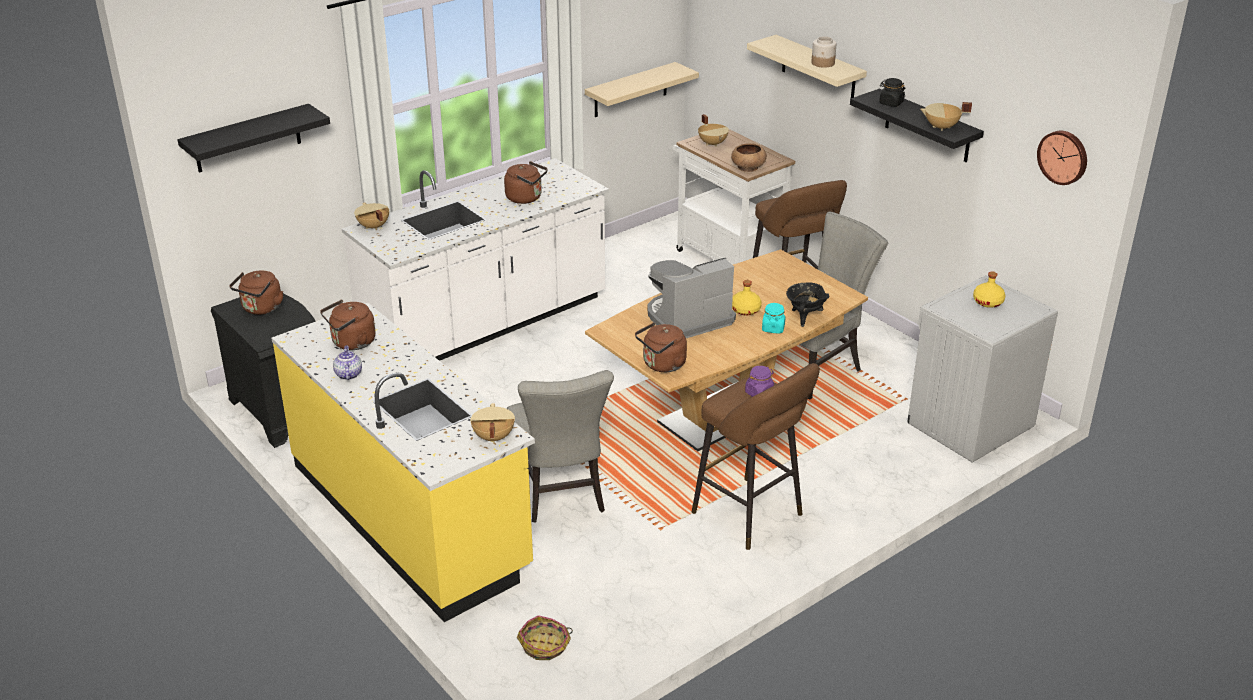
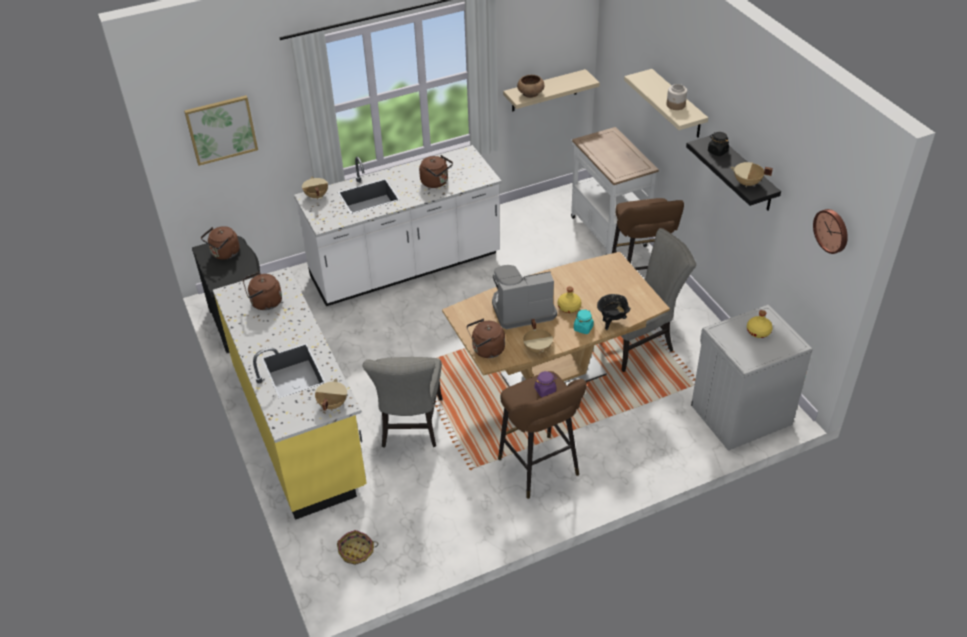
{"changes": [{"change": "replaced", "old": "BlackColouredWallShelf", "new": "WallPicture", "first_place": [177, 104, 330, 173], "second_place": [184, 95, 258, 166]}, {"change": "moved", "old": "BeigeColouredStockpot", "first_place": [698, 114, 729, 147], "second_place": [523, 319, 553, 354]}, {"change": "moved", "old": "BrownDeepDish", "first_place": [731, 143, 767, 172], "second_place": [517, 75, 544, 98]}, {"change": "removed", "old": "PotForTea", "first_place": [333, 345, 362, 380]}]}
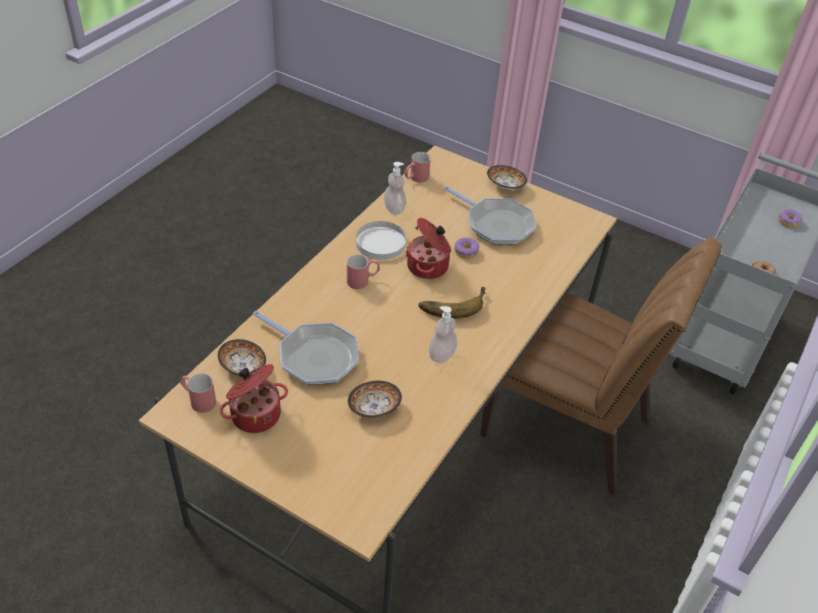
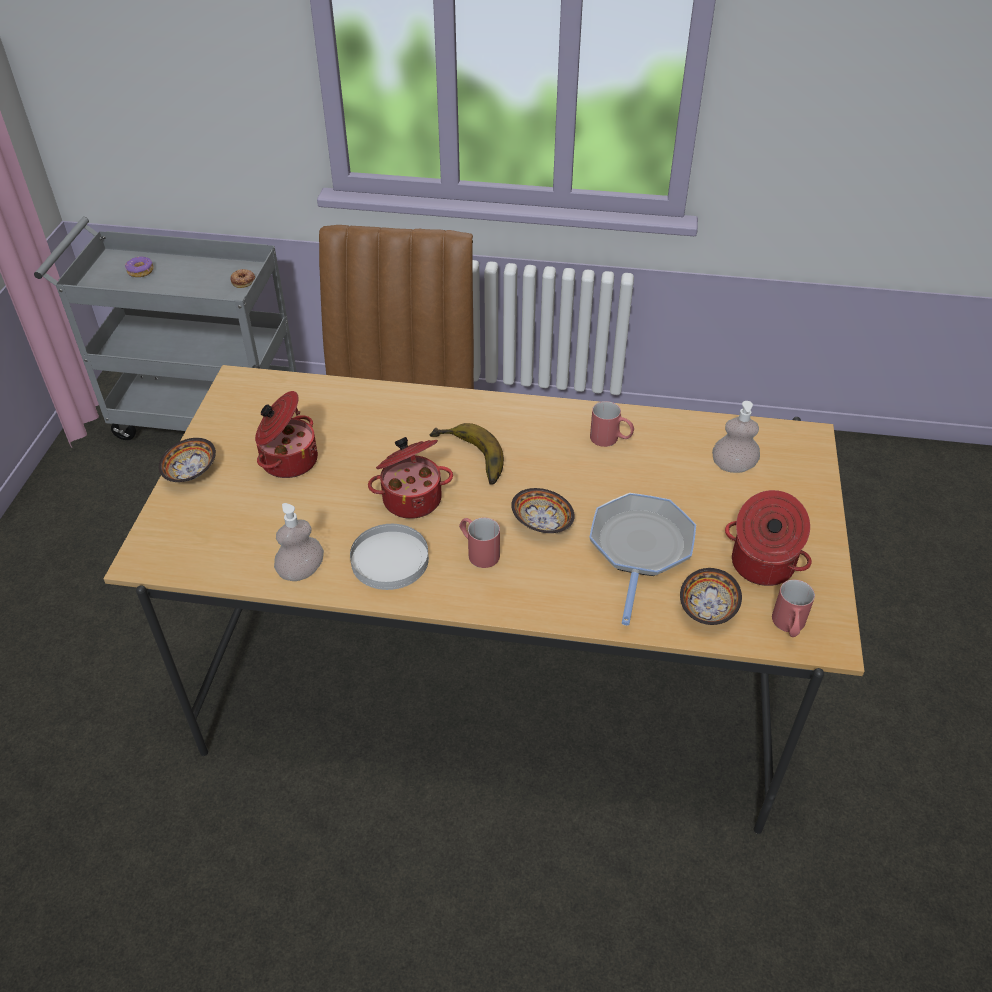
{"changes": [{"change": "moved", "old": "RedColouredTeaMug", "first_place": [404, 152, 431, 183], "second_place": [590, 401, 634, 447]}, {"change": "replaced", "old": "Pan", "new": "Stockpot", "first_place": [443, 186, 536, 245], "second_place": [255, 391, 318, 478]}, {"change": "removed", "old": "RingDoughnut", "first_place": [454, 238, 480, 259]}, {"change": "moved", "old": "SoapBottle", "first_place": [429, 306, 457, 363], "second_place": [712, 401, 760, 473]}, {"change": "moved", "old": "DeepDish", "first_place": [348, 381, 402, 418], "second_place": [511, 488, 575, 533]}]}
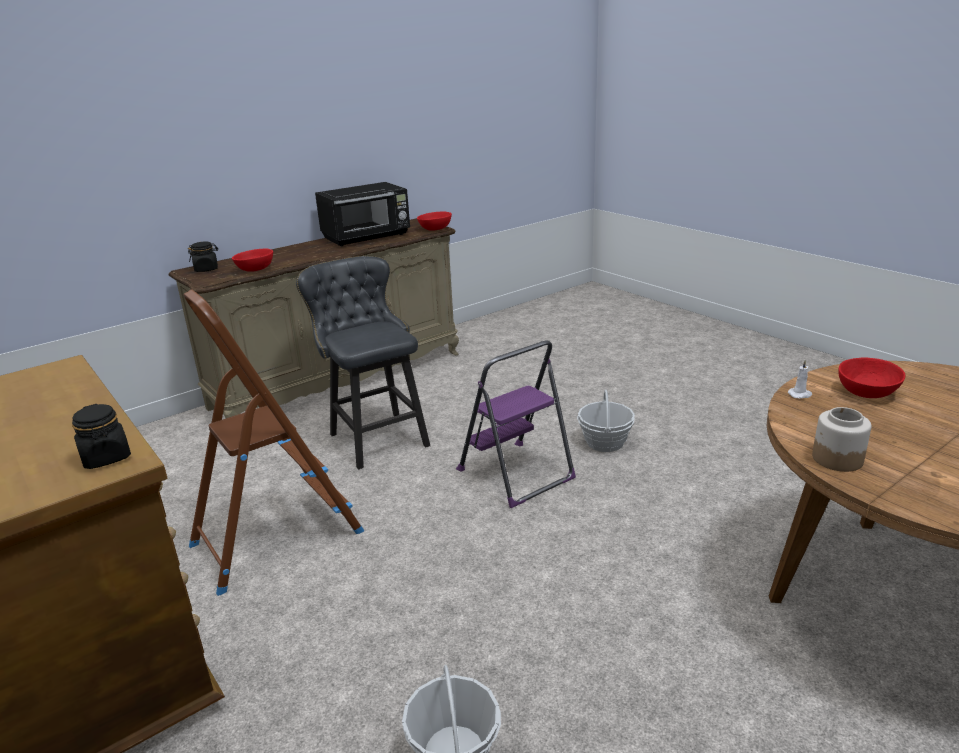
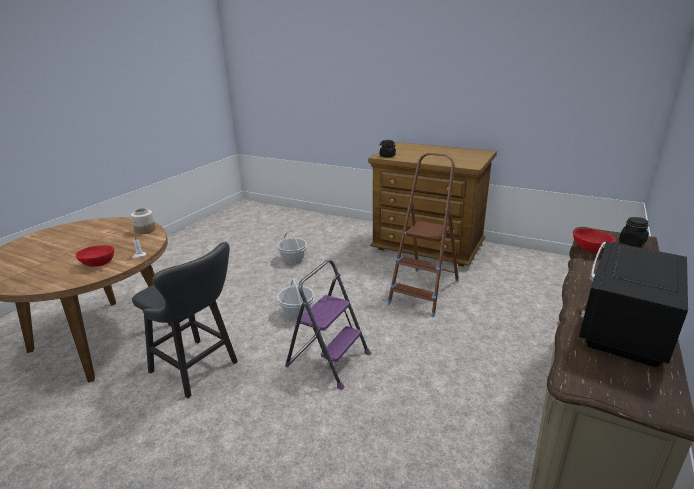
{"changes": [{"change": "removed", "old": "RedColouredDeepDish", "first_place": [417, 211, 452, 231]}, {"change": "moved", "old": "GreyStoolSeat", "first_place": [296, 256, 430, 469], "second_place": [132, 242, 238, 398]}, {"change": "moved", "old": "StorageBasket", "first_place": [577, 390, 635, 452], "second_place": [277, 279, 315, 320]}]}
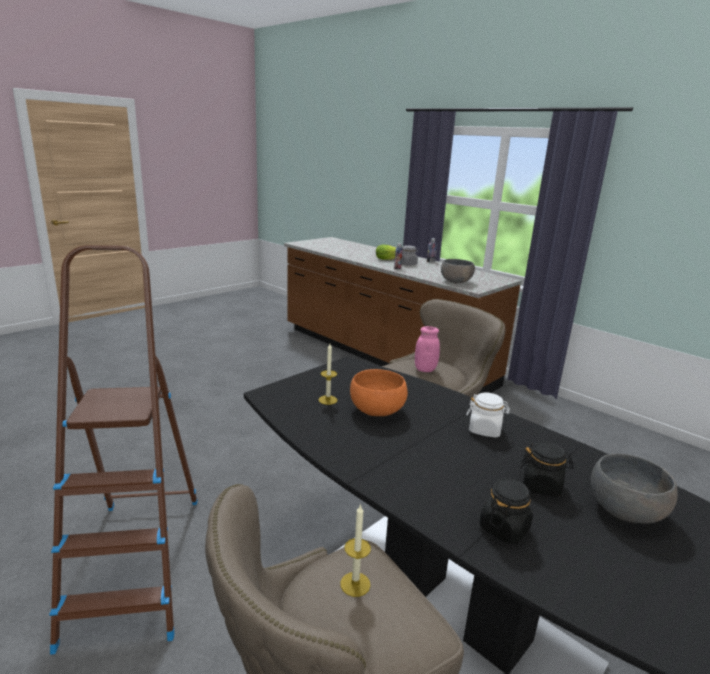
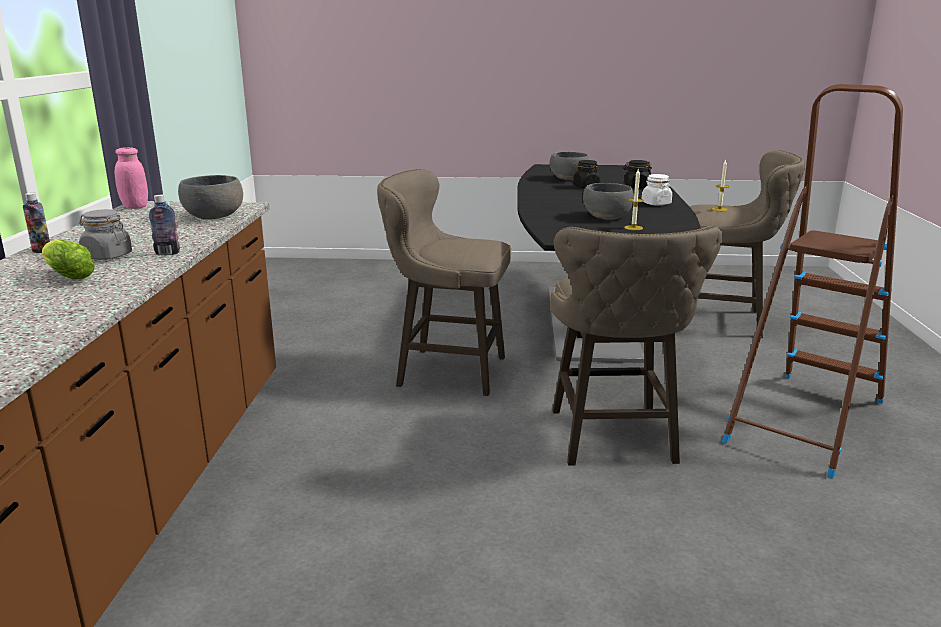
{"changes": [{"change": "moved", "old": "PinkishJar", "first_place": [415, 326, 440, 372], "second_place": [115, 147, 148, 209]}, {"change": "recoloured", "old": "OrangeyDeepDish", "new": "GreyDeepDish", "first_place": [350, 369, 408, 416], "second_place": [583, 183, 634, 220]}, {"change": "moved", "old": "WhiteJar", "first_place": [467, 393, 510, 438], "second_place": [642, 174, 672, 206]}, {"change": "added", "new": "BeigeColouredStoolSeat", "second_place": [550, 226, 722, 466]}]}
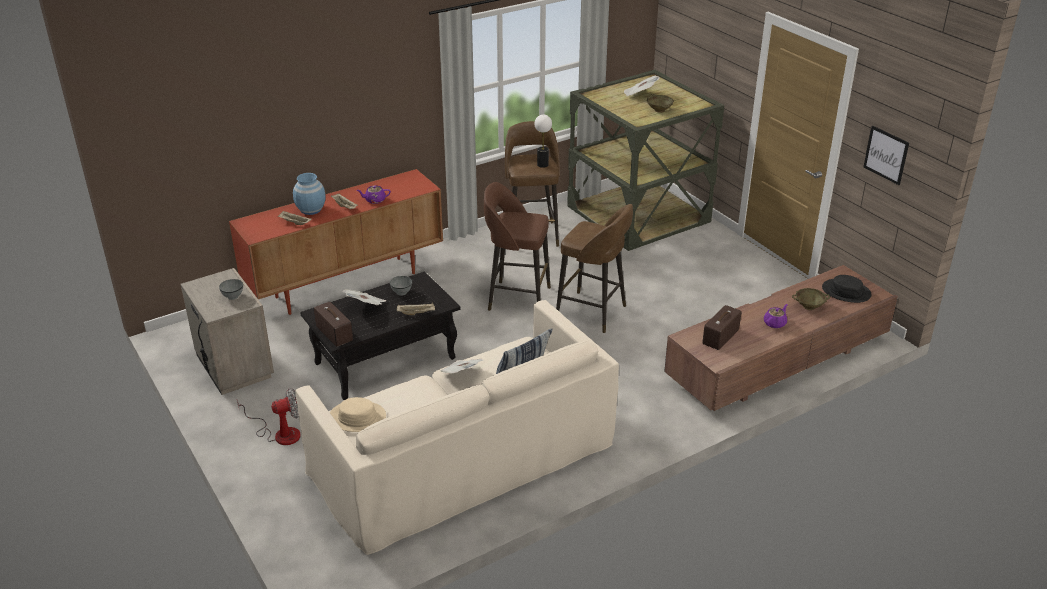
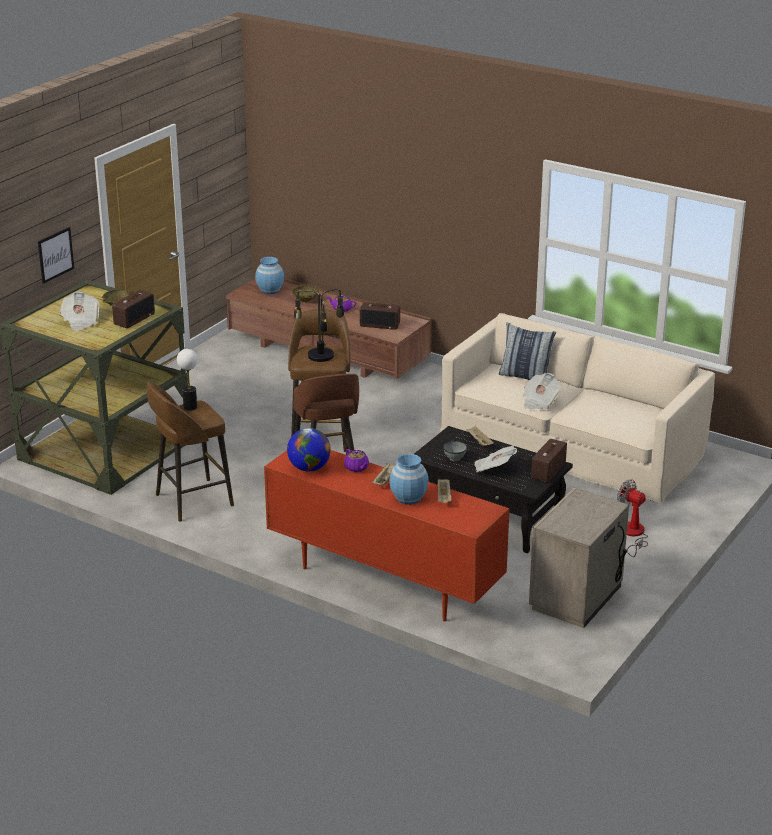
{"changes": [{"change": "moved", "old": "WallPicture", "first_place": [864, 126, 909, 185], "second_place": [38, 227, 74, 284]}, {"change": "replaced", "old": "BlackColouredClothingHat", "new": "BluishDecorativeVase", "first_place": [822, 275, 872, 303], "second_place": [255, 257, 284, 294]}, {"change": "removed", "old": "GreyDeepDish", "first_place": [219, 279, 243, 300]}, {"change": "removed", "old": "BeigeColouredClothingHat", "first_place": [330, 397, 386, 432]}, {"change": "added", "new": "LampForATable", "second_place": [294, 289, 344, 362]}, {"change": "added", "new": "Radio", "second_place": [112, 290, 155, 328]}, {"change": "added", "new": "Globe", "second_place": [287, 428, 331, 472]}]}
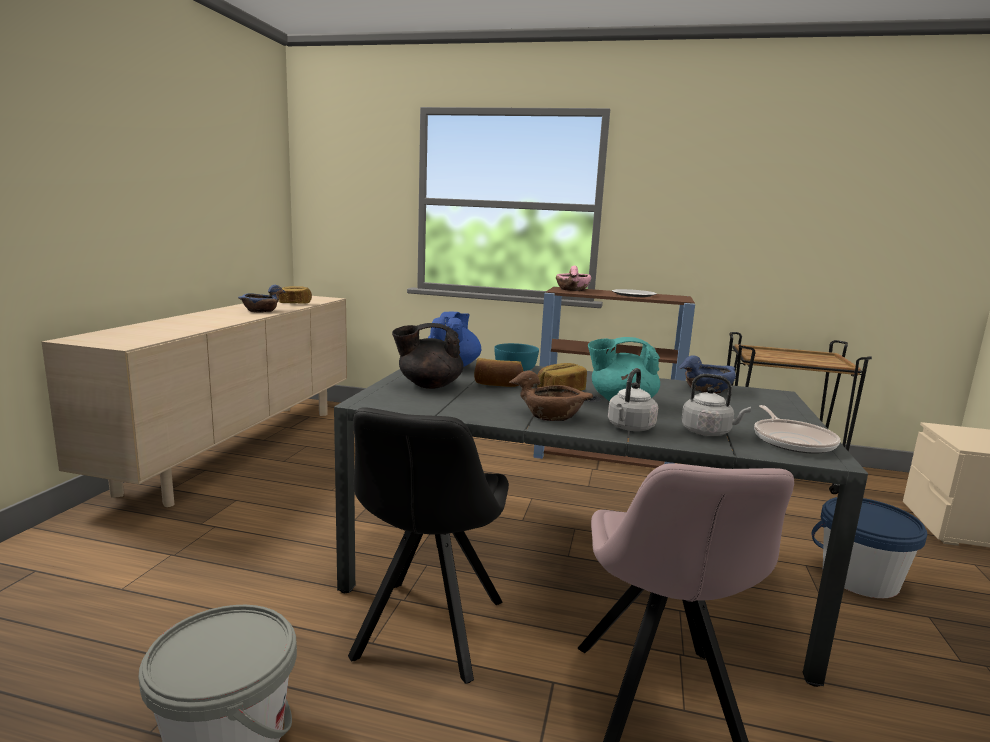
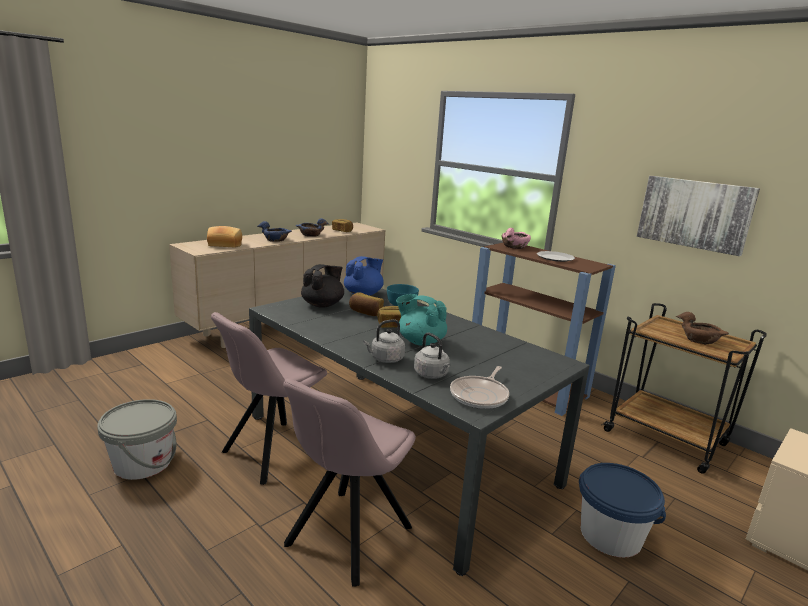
{"changes": [{"change": "turned", "old": "BlackColouredPotForTea", "first_place": [392, 323, 464, 389], "second_place": [301, 264, 344, 308], "degrees": 105}, {"change": "moved", "old": "BluishDeepDish", "first_place": [678, 355, 736, 394], "second_place": [257, 221, 292, 242]}, {"change": "moved", "old": "BrownDeepDish", "first_place": [509, 370, 593, 421], "second_place": [676, 312, 729, 345]}, {"change": "recoloured", "old": "BlackColouredChair", "new": "PinkishChair", "first_place": [348, 407, 509, 684], "second_place": [211, 312, 327, 485]}, {"change": "added", "new": "WallPicture", "second_place": [637, 176, 760, 256]}, {"change": "added", "new": "BakedBread", "second_place": [207, 226, 242, 247]}]}
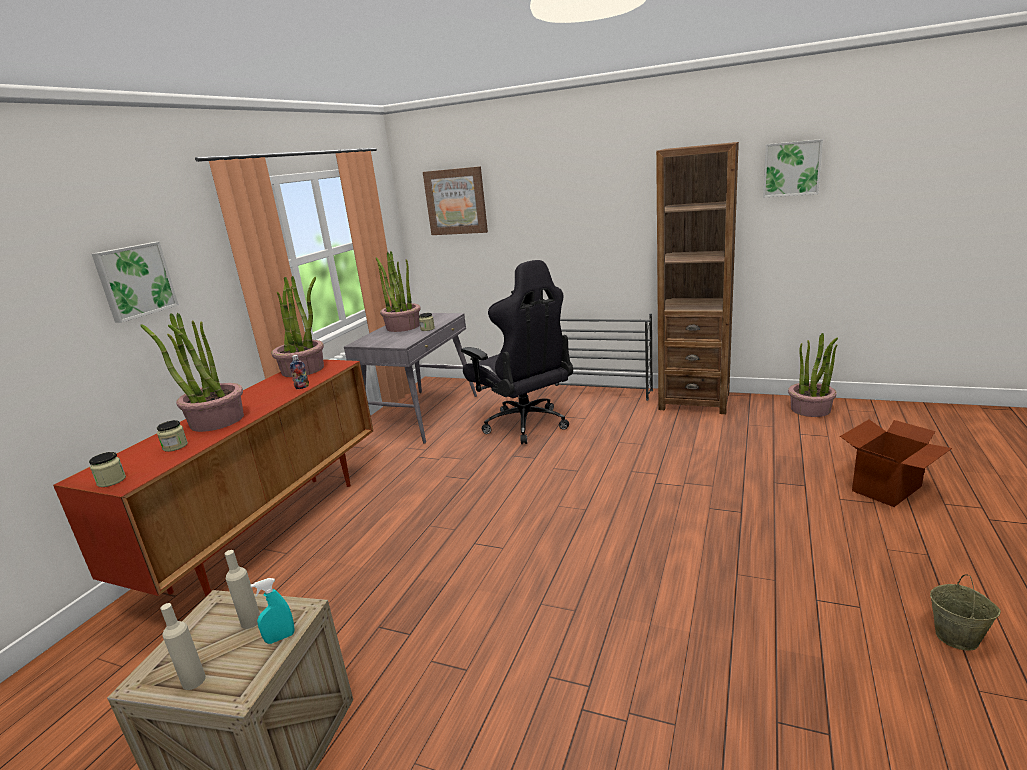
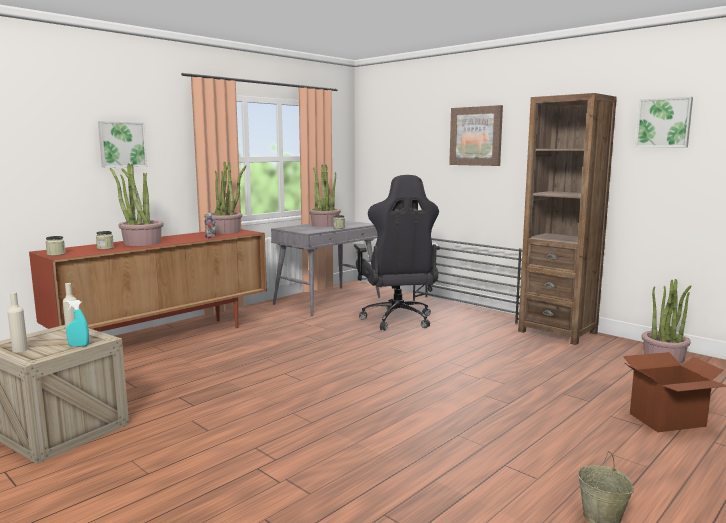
{"changes": [{"change": "moved", "old": "WallPicture", "first_place": [423, 166, 488, 235], "second_place": [449, 105, 503, 166]}]}
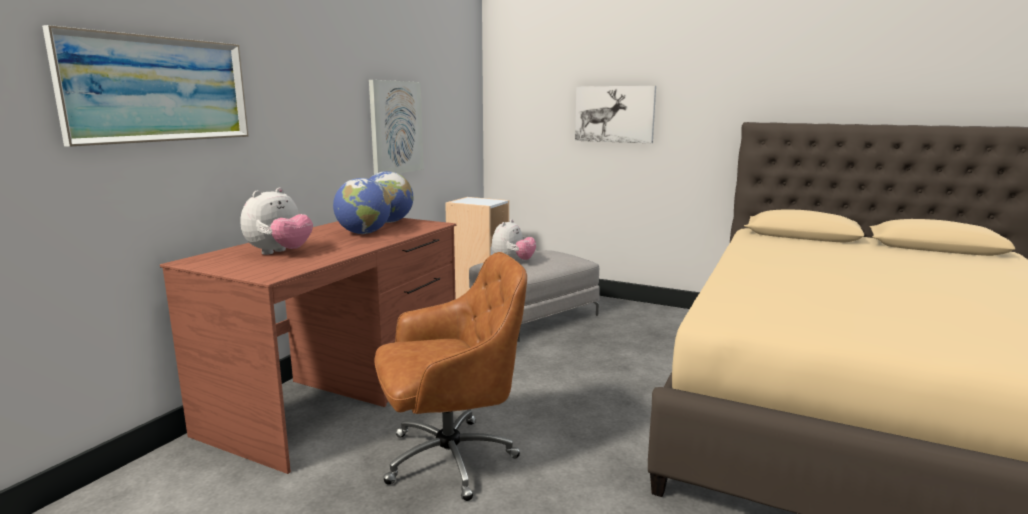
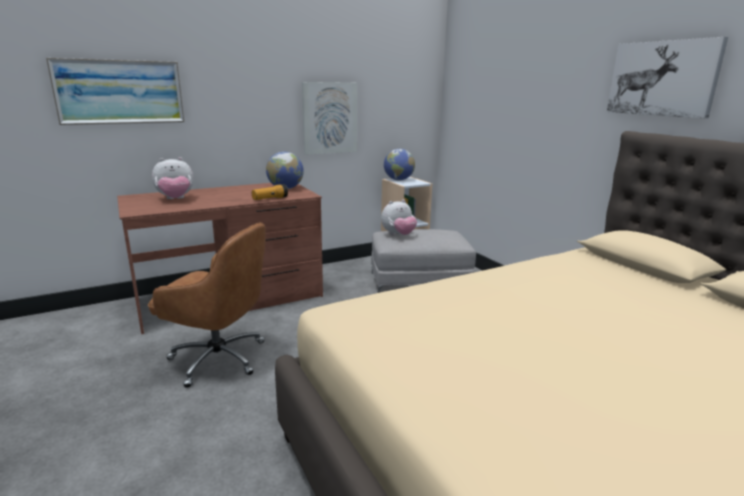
{"changes": [{"change": "moved", "old": "WallPicture", "first_place": [575, 86, 656, 143], "second_place": [607, 37, 728, 118]}, {"change": "moved", "old": "Globe", "first_place": [333, 178, 391, 234], "second_place": [384, 149, 415, 180]}, {"change": "added", "new": "HandTorch", "second_place": [252, 184, 288, 200]}]}
